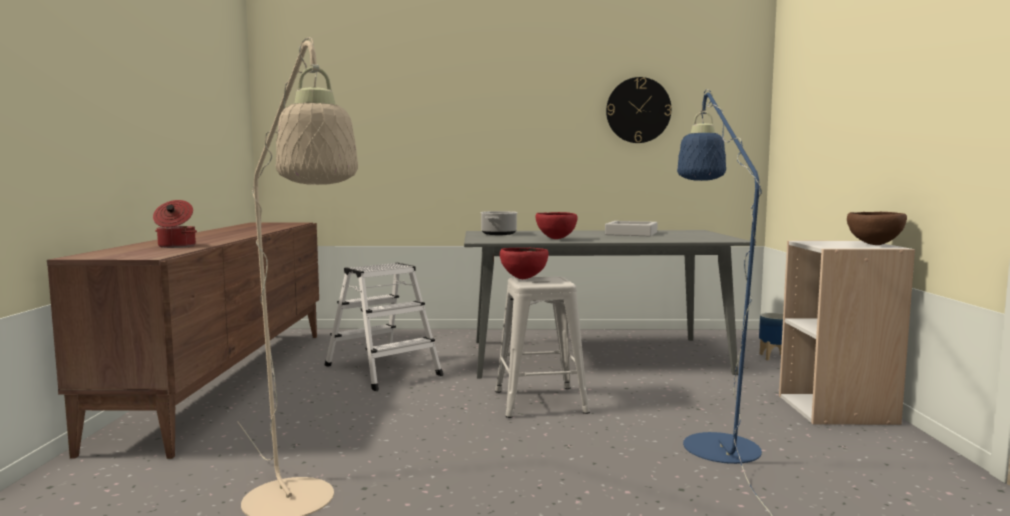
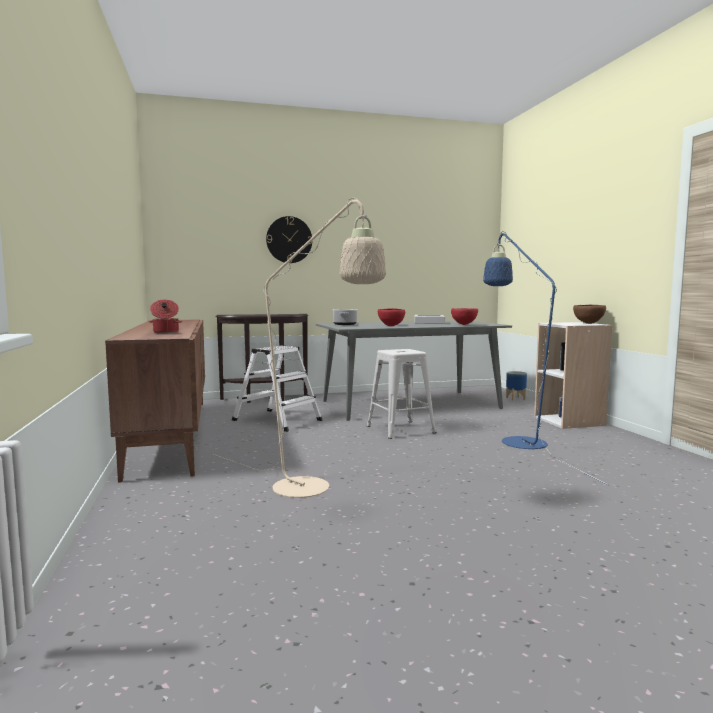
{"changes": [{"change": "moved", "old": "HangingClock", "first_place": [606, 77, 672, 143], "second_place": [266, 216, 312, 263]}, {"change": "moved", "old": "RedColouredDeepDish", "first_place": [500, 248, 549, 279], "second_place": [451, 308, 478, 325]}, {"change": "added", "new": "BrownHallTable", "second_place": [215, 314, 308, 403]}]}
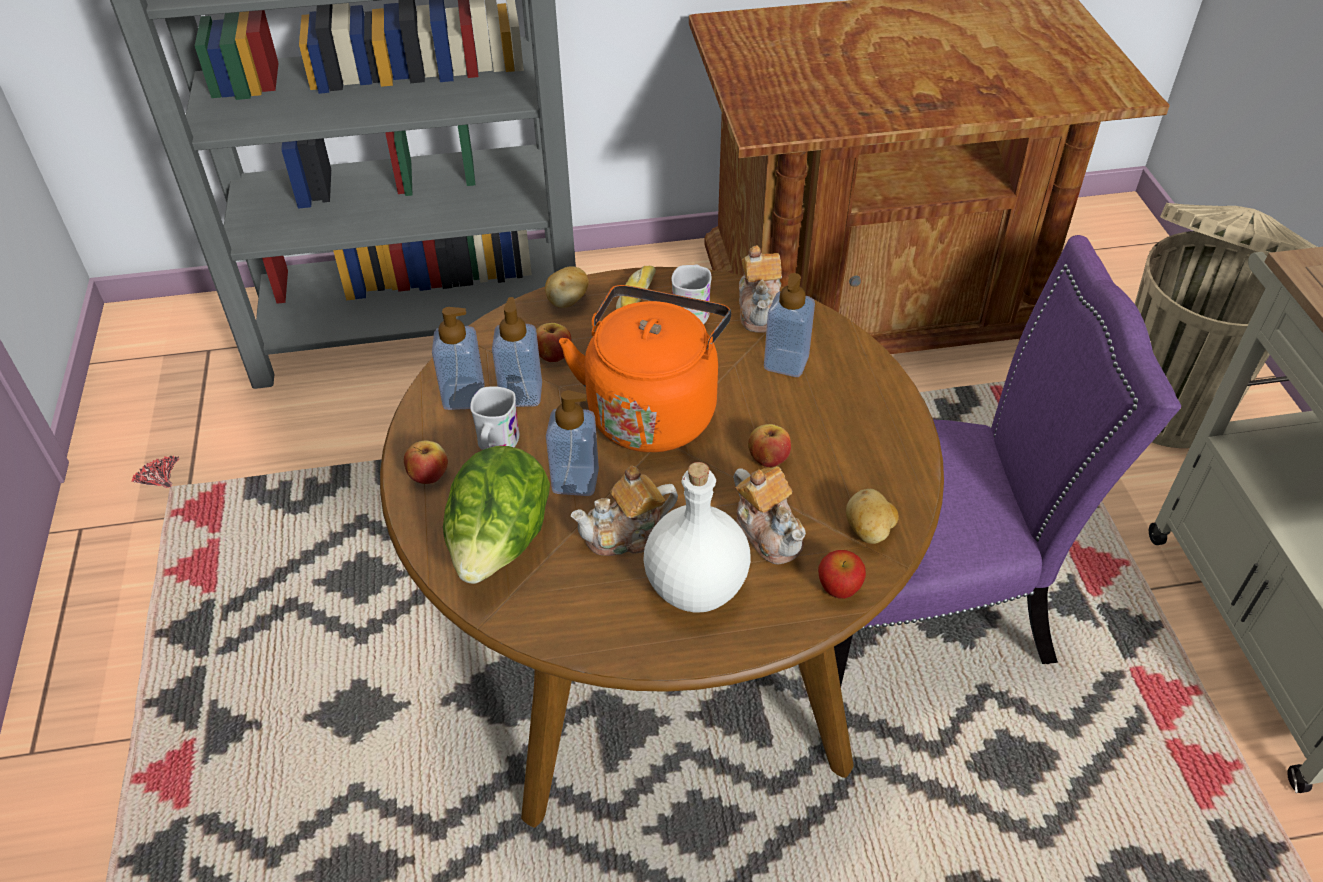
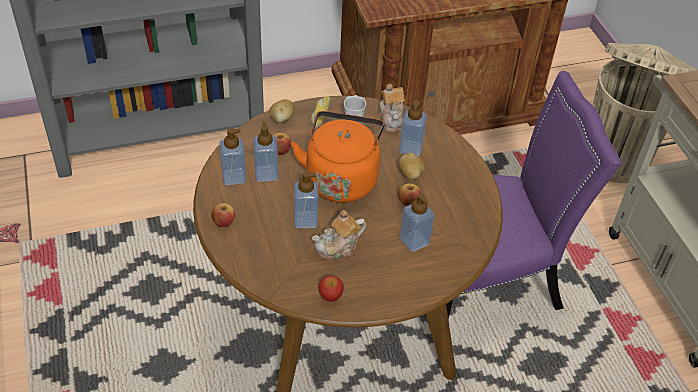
{"changes": [{"change": "removed", "old": "WhiteTeaMug", "first_place": [470, 386, 519, 450]}, {"change": "removed", "old": "HeadOfLettuce", "first_place": [443, 446, 550, 584]}, {"change": "removed", "old": "WhiteBeverageBottle", "first_place": [643, 462, 751, 613]}, {"change": "replaced", "old": "PotForTea", "new": "SoapBottle", "first_place": [733, 466, 806, 565], "second_place": [400, 193, 435, 252]}, {"change": "moved", "old": "Potato", "first_place": [846, 489, 899, 544], "second_place": [399, 153, 425, 180]}, {"change": "moved", "old": "Apple", "first_place": [818, 550, 866, 599], "second_place": [318, 275, 344, 302]}]}
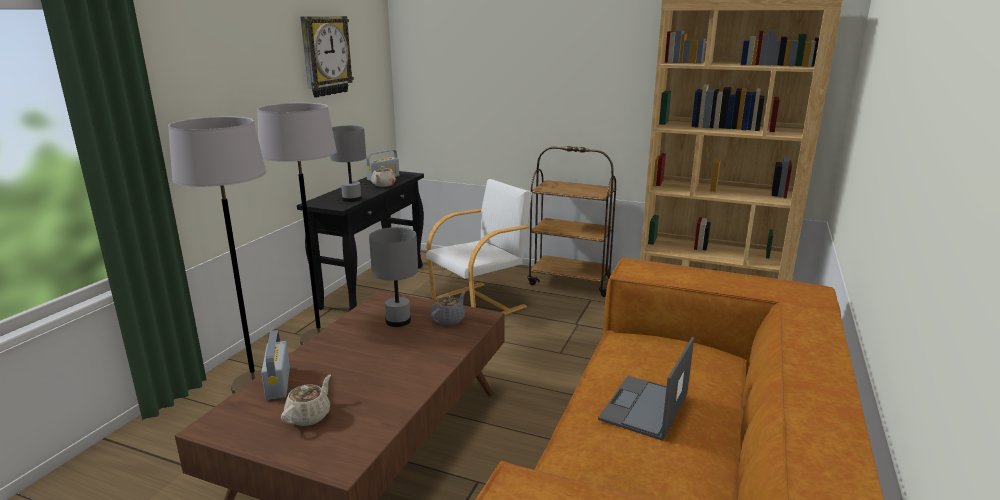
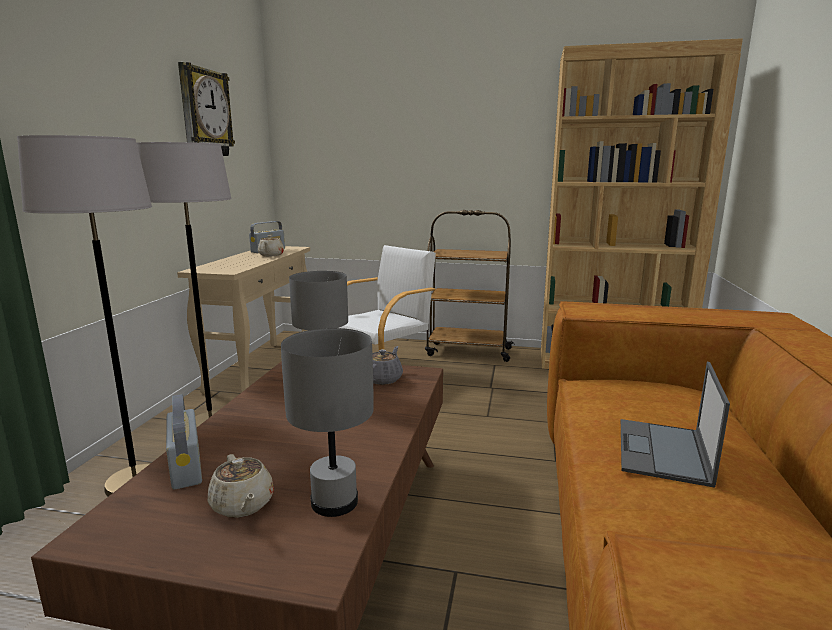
{"changes": [{"change": "moved", "old": "GreyLampForATable", "first_place": [330, 126, 366, 202], "second_place": [281, 328, 374, 517]}, {"change": "recoloured", "old": "BlackColouredHallTable", "new": "BeigeColouredHallTable", "first_place": [297, 171, 424, 311], "second_place": [177, 246, 310, 394]}, {"change": "turned", "old": "BeigeColouredPotForTea", "first_place": [281, 374, 331, 426], "second_place": [208, 454, 274, 518], "degrees": 135}]}
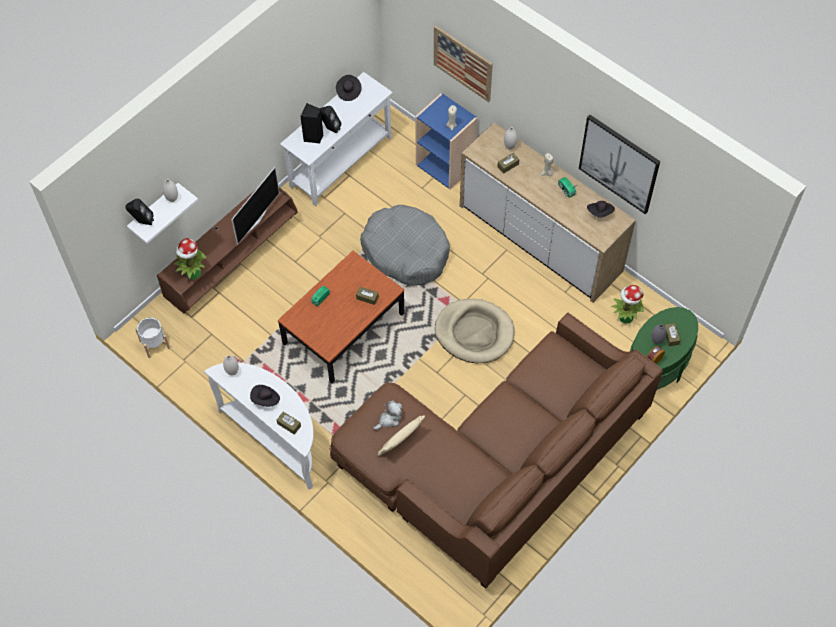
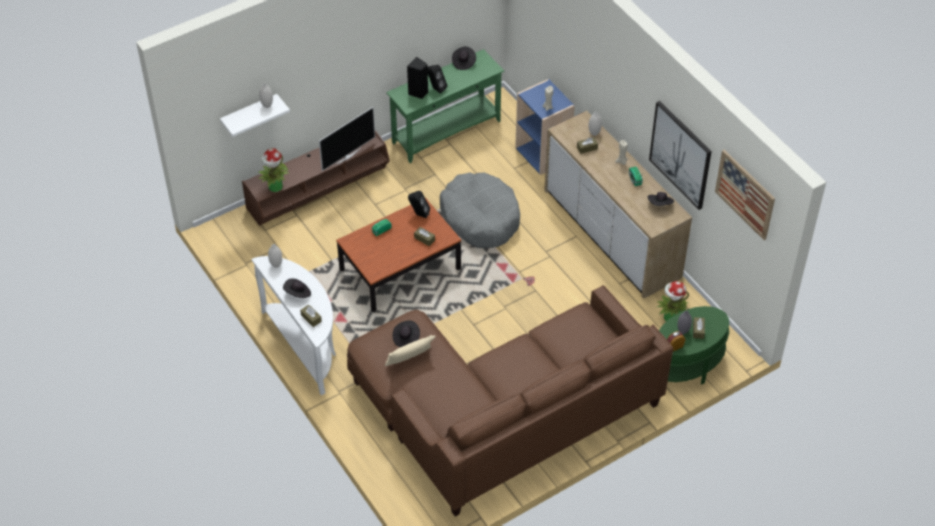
{"changes": [{"change": "moved", "old": "WallPicture", "first_place": [434, 25, 493, 102], "second_place": [715, 150, 775, 240]}, {"change": "recoloured", "old": "WhiteHallTable", "new": "GreenishHallTable", "first_place": [280, 72, 393, 207], "second_place": [386, 49, 504, 163]}, {"change": "moved", "old": "BlackColouredAudioSpeaker", "first_place": [126, 199, 154, 225], "second_place": [408, 191, 430, 219]}, {"change": "removed", "old": "BeigeColouredPetBed", "first_place": [435, 299, 514, 363]}, {"change": "removed", "old": "WhiteFlowerPot", "first_place": [135, 317, 170, 358]}, {"change": "replaced", "old": "PlushToy", "new": "BlackColouredClothingHat", "first_place": [373, 400, 402, 430], "second_place": [393, 321, 420, 347]}]}
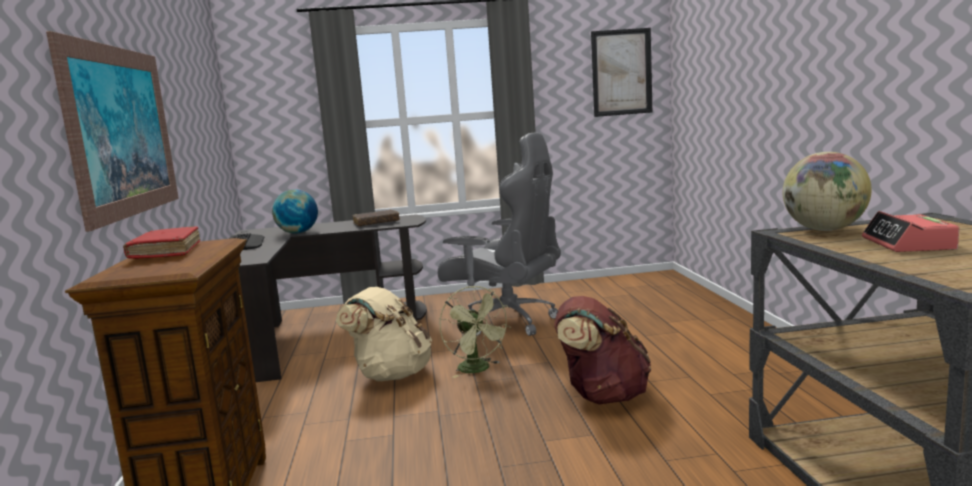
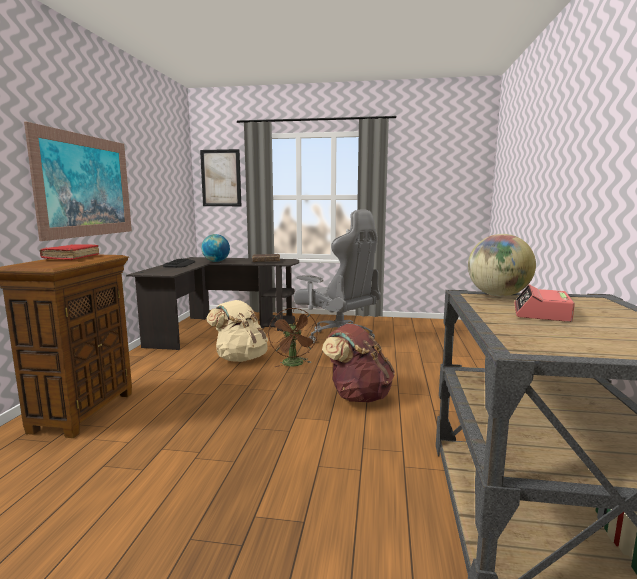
{"changes": [{"change": "moved", "old": "WallPicture", "first_place": [591, 28, 652, 117], "second_place": [200, 149, 241, 206]}, {"change": "recoloured", "old": "GreenishCoolingFan", "new": "BrownCoolingFan", "first_place": [440, 286, 511, 378], "second_place": [268, 308, 318, 367]}]}
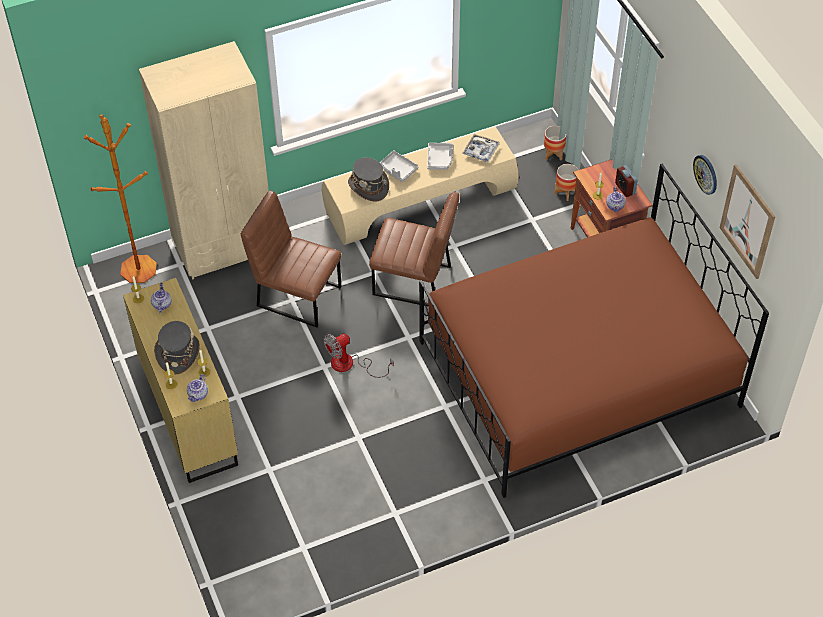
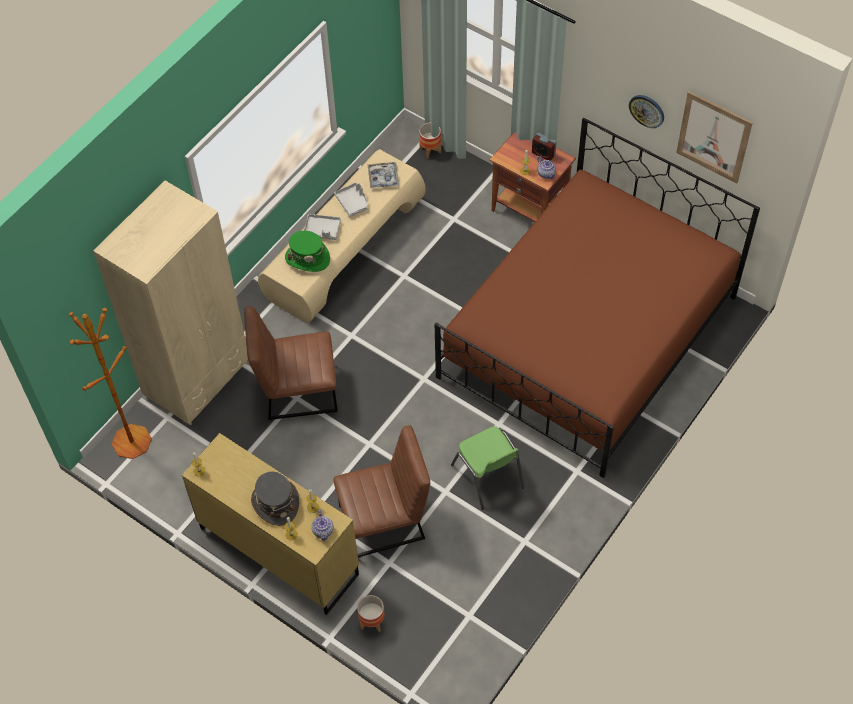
{"changes": [{"change": "recoloured", "old": "GreyClothingHat", "new": "GreenishClothingHat", "first_place": [348, 157, 389, 202], "second_place": [285, 231, 330, 272]}, {"change": "moved", "old": "FlowerPot", "first_place": [555, 164, 578, 201], "second_place": [357, 595, 384, 632]}, {"change": "moved", "old": "BrownChair", "first_place": [369, 192, 459, 307], "second_place": [333, 425, 430, 557]}, {"change": "removed", "old": "PotForTea", "first_place": [151, 283, 171, 313]}, {"change": "removed", "old": "CoolingFan", "first_place": [324, 333, 394, 378]}, {"change": "added", "new": "GreenishChair", "second_place": [451, 426, 524, 510]}]}
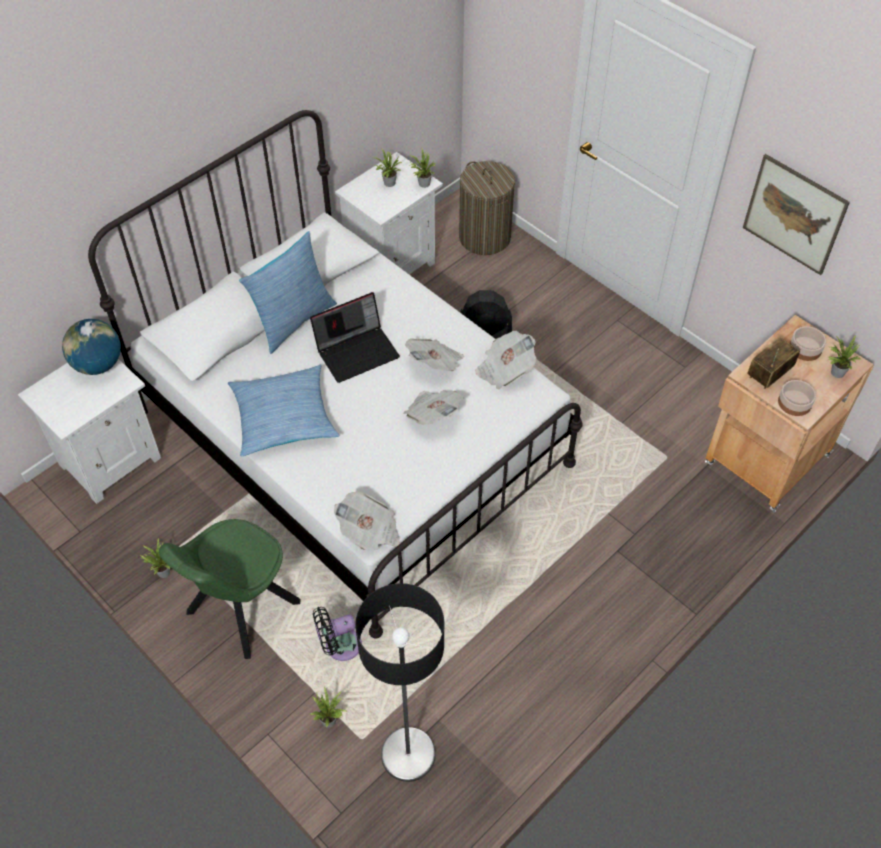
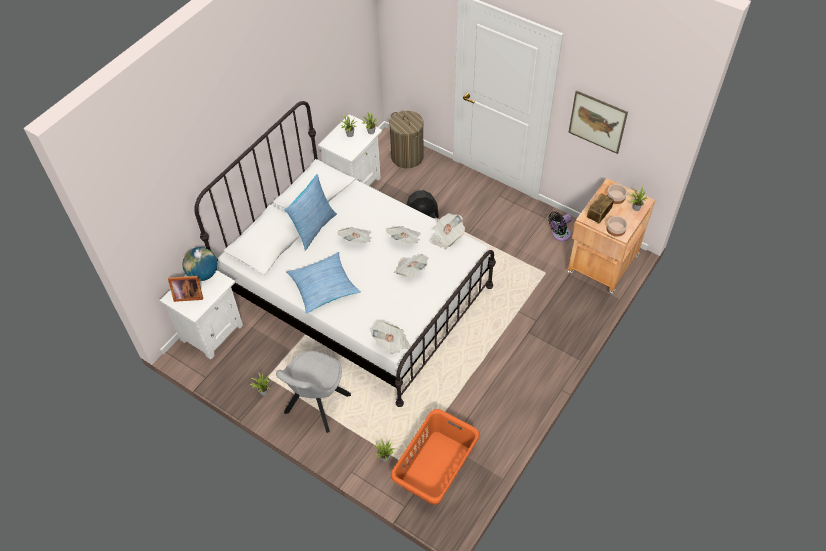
{"changes": [{"change": "replaced", "old": "NotebookComputer", "new": "PrintedPaper", "first_place": [310, 292, 400, 383], "second_place": [338, 227, 371, 243]}, {"change": "recoloured", "old": "GreenishChair", "new": "GreyChair", "first_place": [159, 519, 301, 659], "second_place": [276, 351, 351, 433]}, {"change": "replaced", "old": "StandingLamp", "new": "OrangeyWashingBasket", "first_place": [355, 583, 444, 782], "second_place": [391, 409, 480, 505]}, {"change": "moved", "old": "BlackColouredCoolingFan", "first_place": [313, 607, 362, 661], "second_place": [548, 212, 572, 241]}, {"change": "added", "new": "StandingFrame", "second_place": [168, 276, 203, 302]}]}
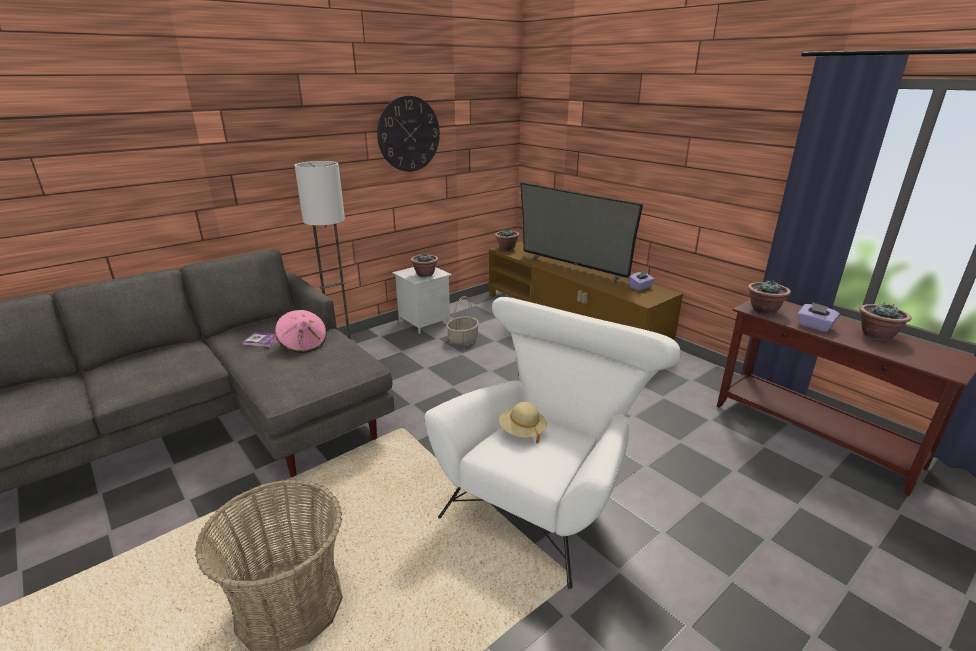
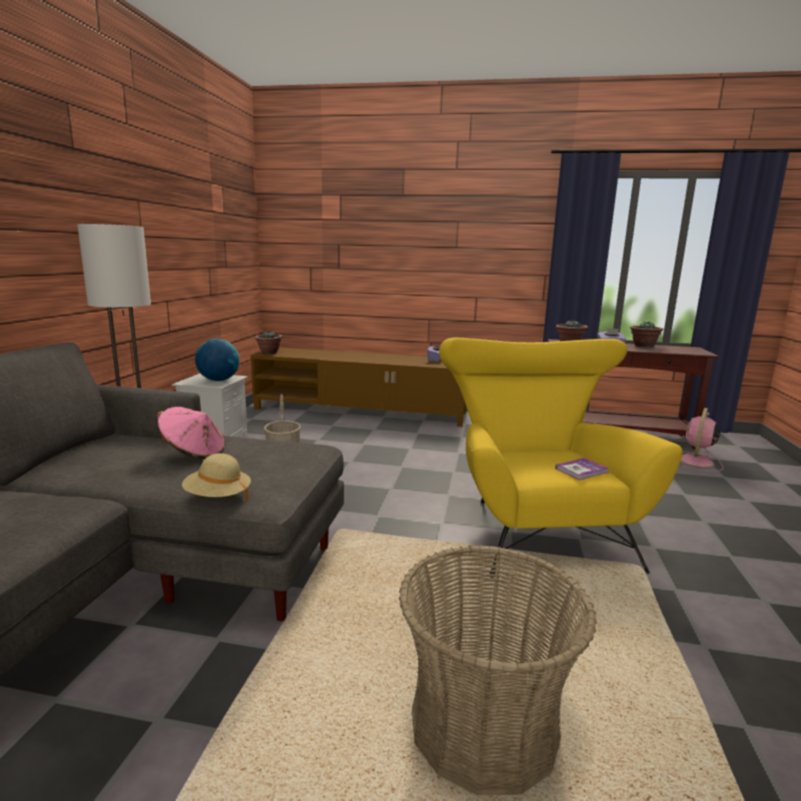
{"changes": [{"change": "removed", "old": "HangingClock", "first_place": [377, 96, 440, 172]}, {"change": "removed", "old": "TvSet", "first_place": [520, 182, 643, 283]}, {"change": "replaced", "old": "PlantInAPot", "new": "Globe", "first_place": [411, 253, 438, 277], "second_place": [195, 339, 240, 381]}, {"change": "recoloured", "old": "WhiteArmchair", "new": "YellowArmchair", "first_place": [424, 297, 681, 589], "second_place": [439, 338, 683, 578]}, {"change": "moved", "old": "Volume", "first_place": [243, 332, 278, 347], "second_place": [555, 458, 609, 480]}, {"change": "moved", "old": "BeigeColouredClothingHat", "first_place": [499, 402, 547, 443], "second_place": [182, 453, 251, 502]}, {"change": "added", "new": "PinkishCoolingFan", "second_place": [679, 408, 723, 472]}]}
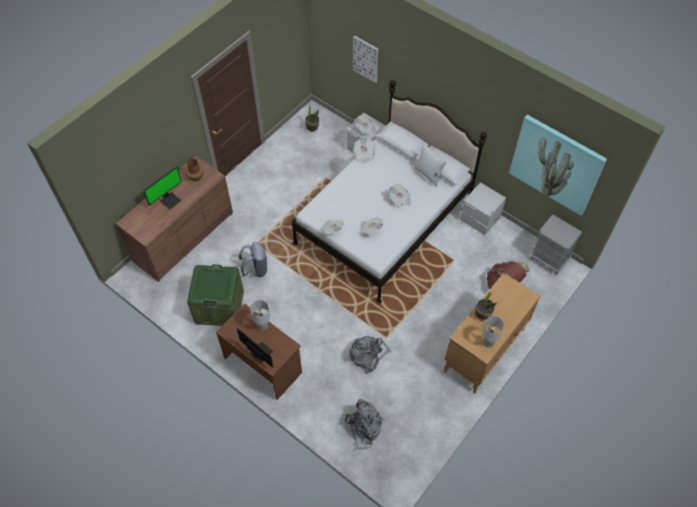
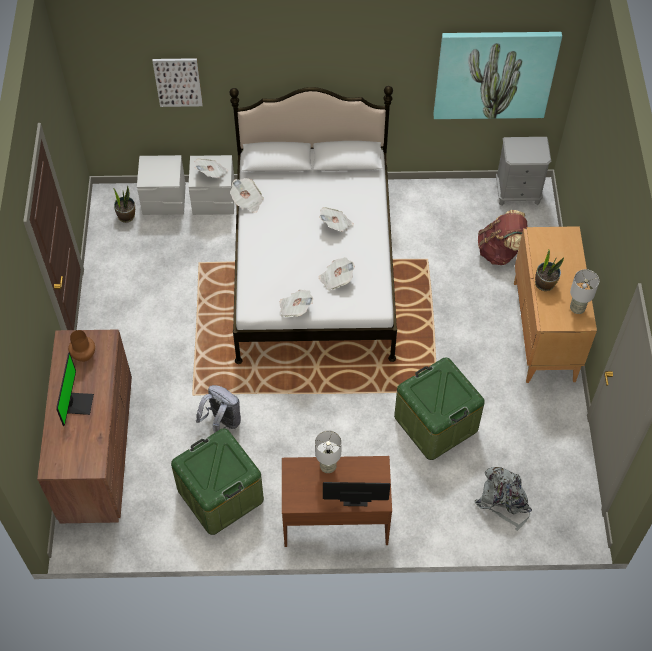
{"changes": [{"change": "removed", "old": "GreyCushion", "first_place": [414, 143, 447, 187]}, {"change": "moved", "old": "WhiteBedsideTable", "first_place": [460, 182, 506, 235], "second_place": [137, 155, 186, 215]}, {"change": "replaced", "old": "GreyRucksack", "new": "GreenishStorageBin", "first_place": [349, 336, 392, 374], "second_place": [394, 358, 485, 460]}]}
